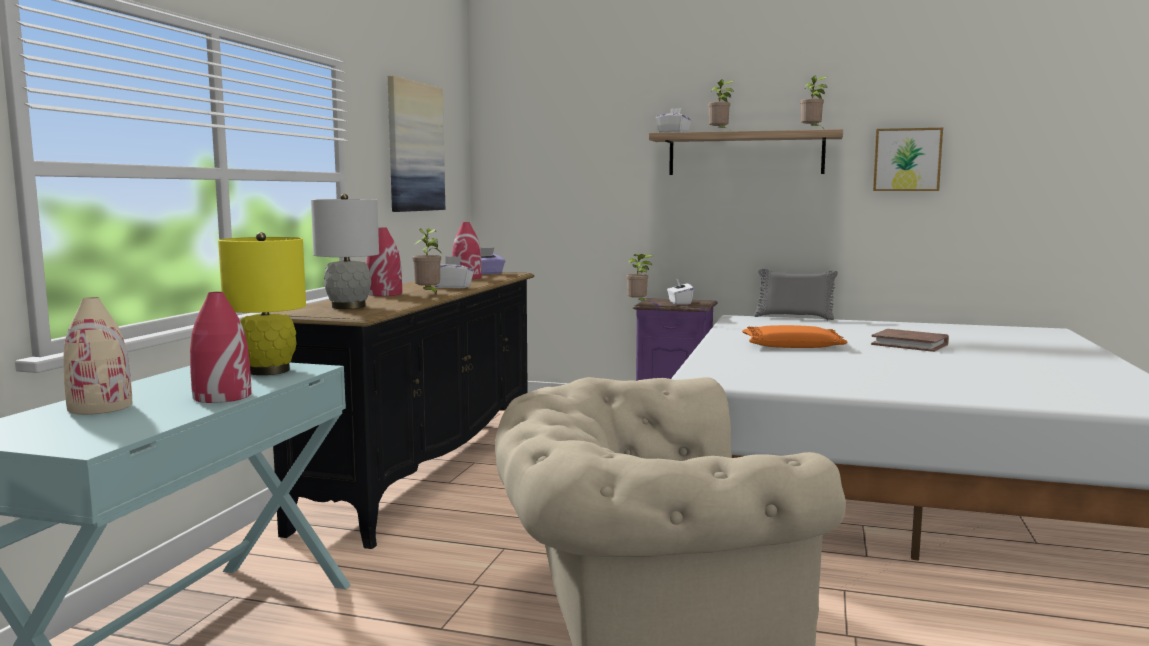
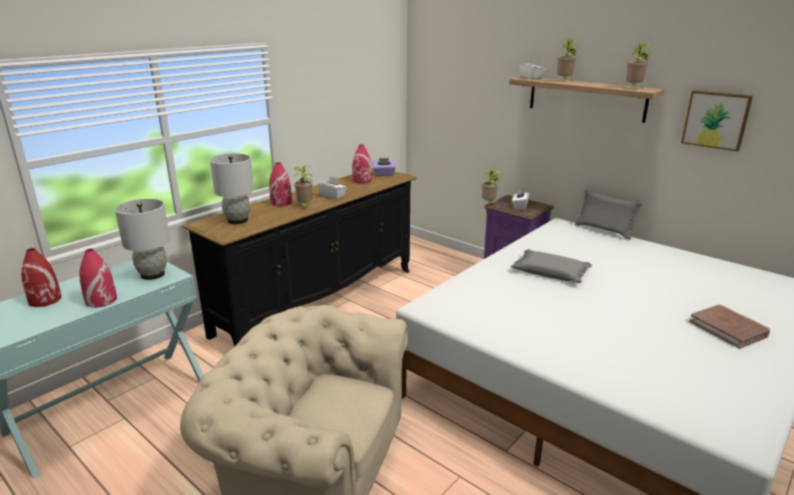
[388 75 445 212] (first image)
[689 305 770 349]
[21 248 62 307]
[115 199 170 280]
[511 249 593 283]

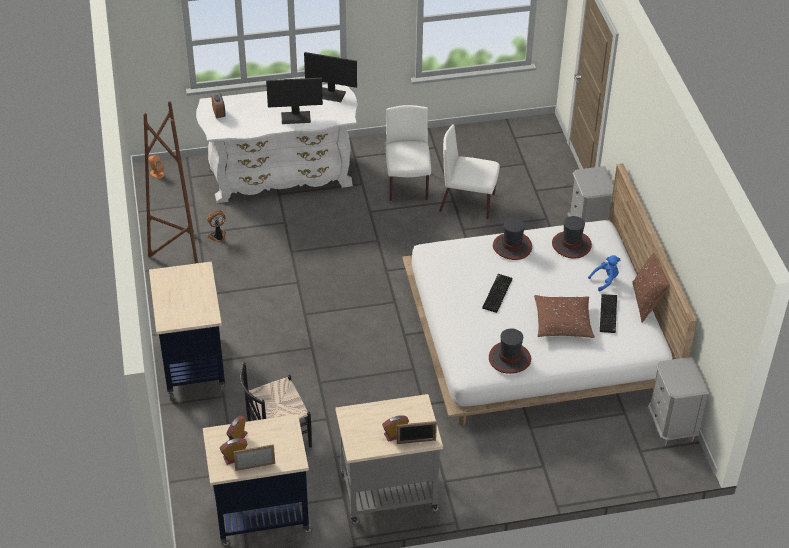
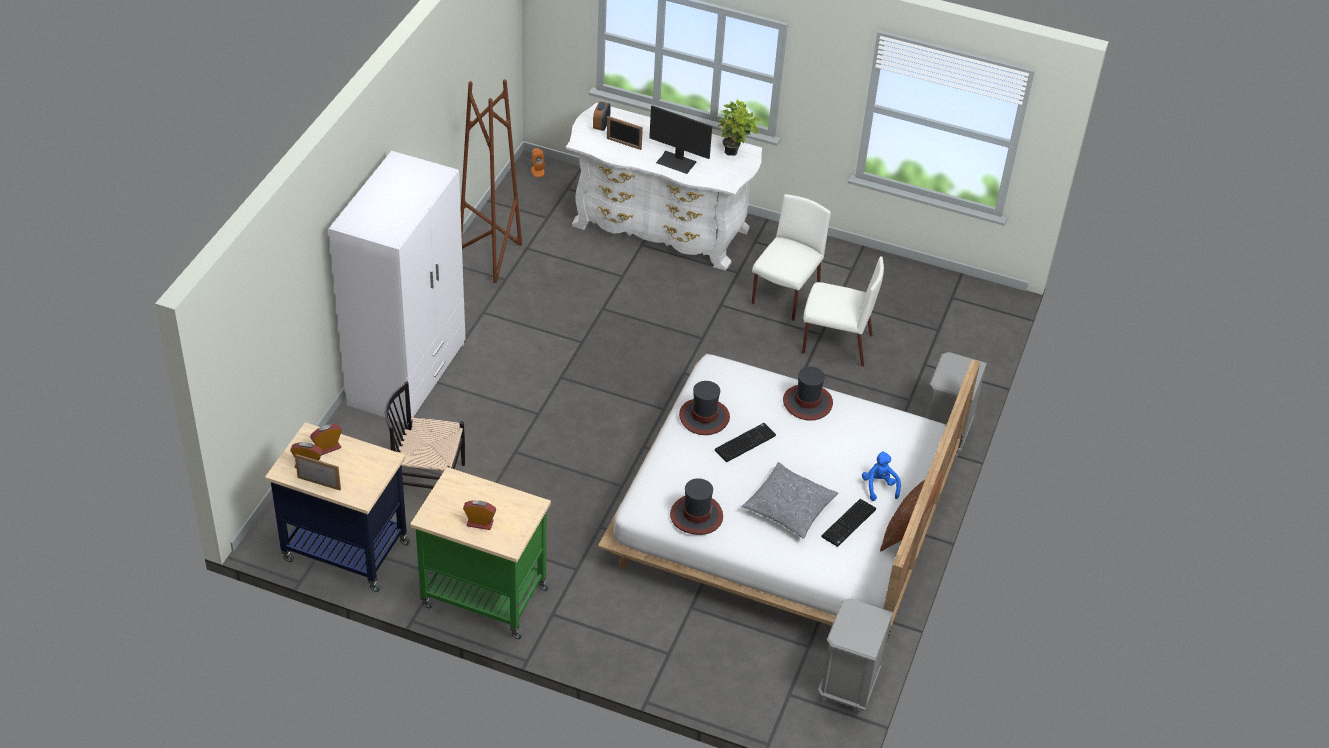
[207 210 226 242] (first image)
[607 116 643 150]
[679 381 730 435]
[329 151 465 424]
[718 100 762 156]
[410 467 551 639]
[742 462 838 539]
[802 256 884 367]
[862 451 901 501]

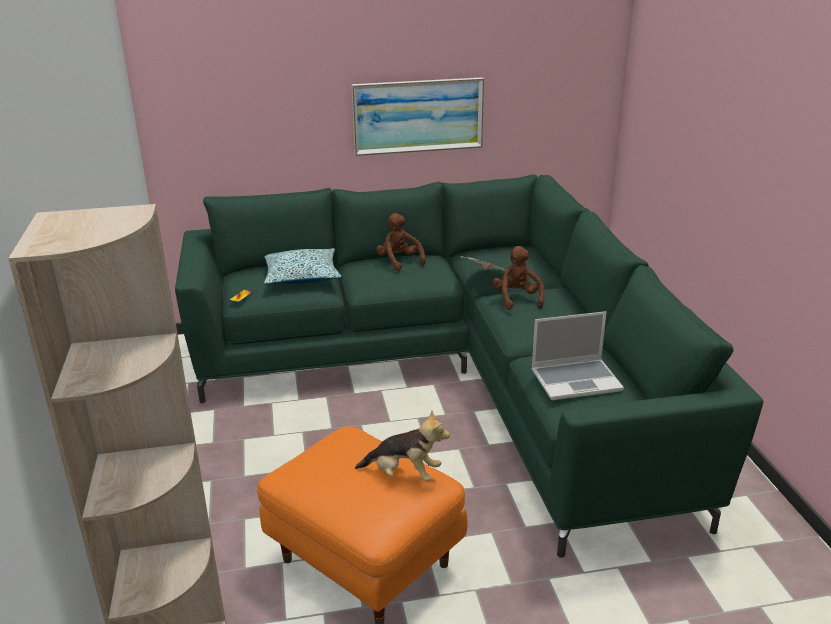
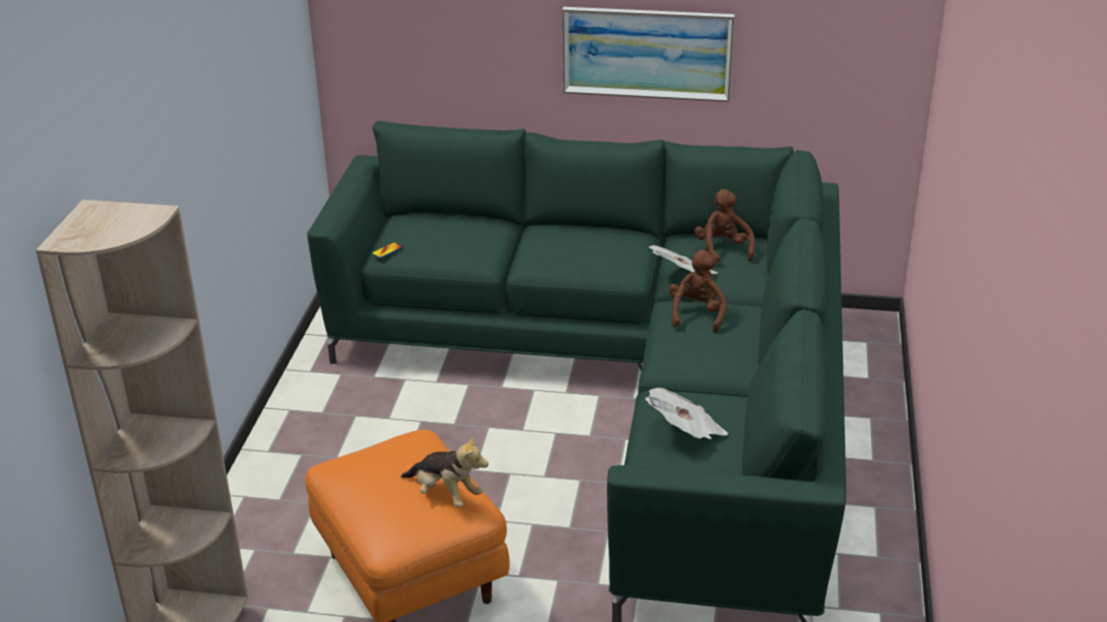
[264 248 342 284] (first image)
[694 189 755 264]
[645 388 728 439]

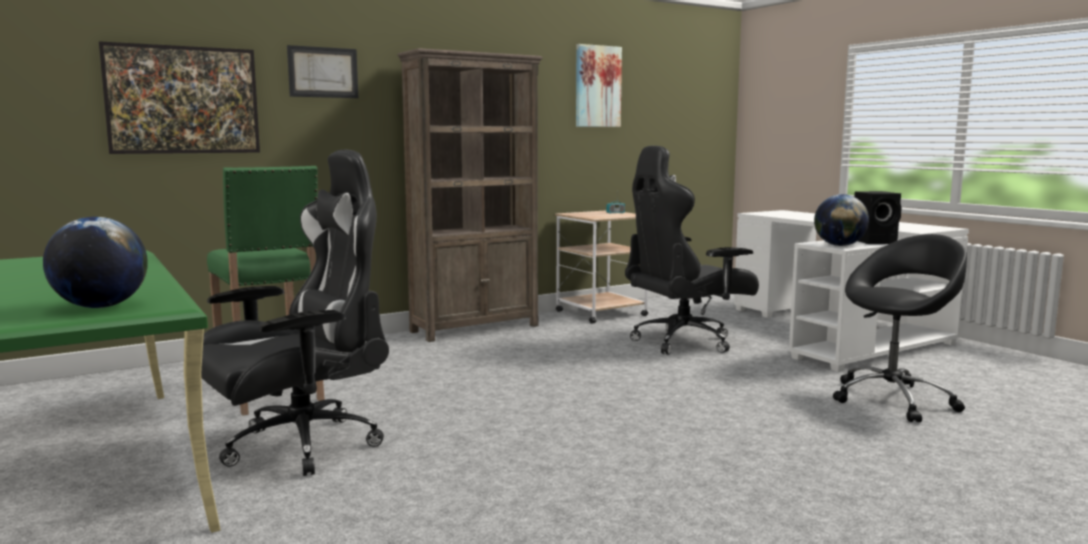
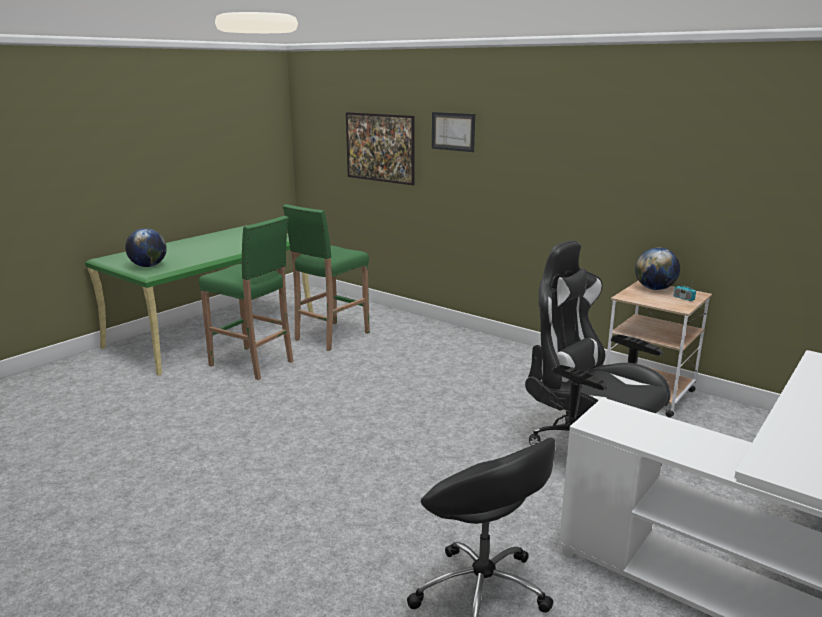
[397 48 543 342] (first image)
[576 44 622 127] (first image)
[854 191 902 244] (first image)
[635 248 680 290]
[199 216 294 380]

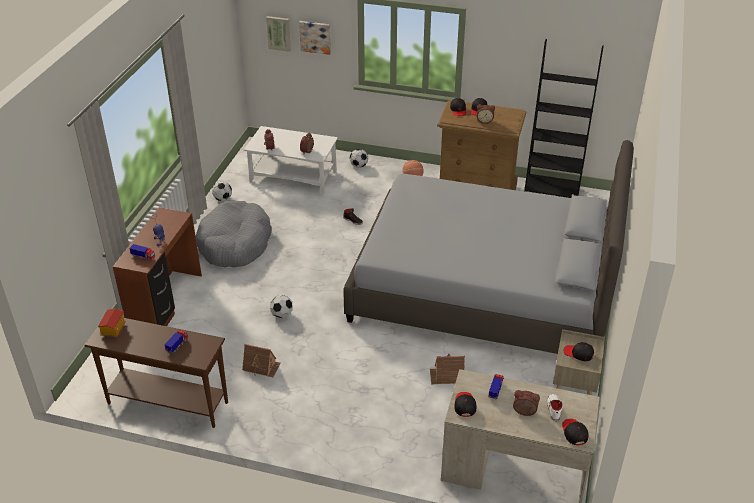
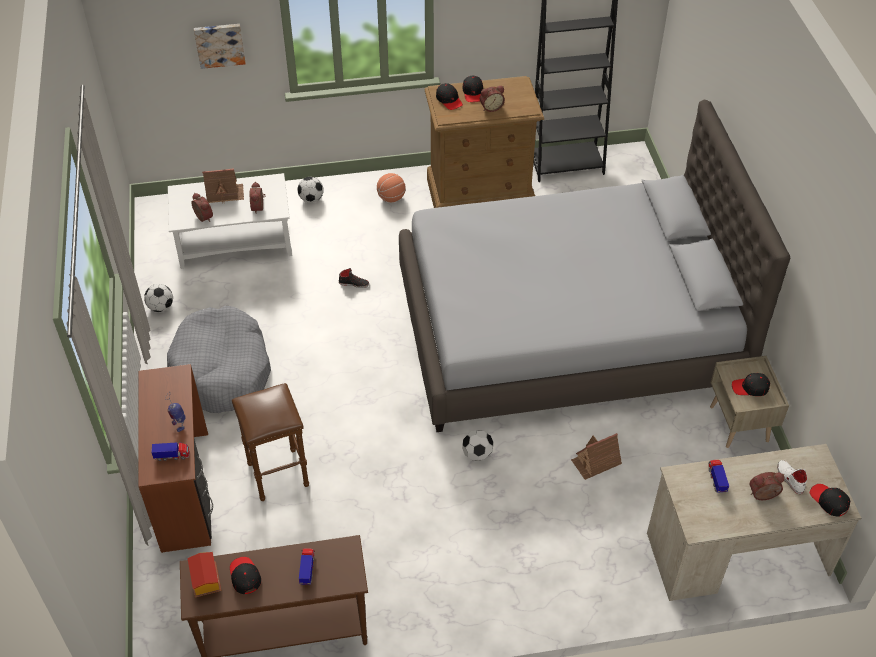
[266 16 291 52] (first image)
[232 383 309 501]
[202 168 244 203]
[462 430 494 461]
[230 557 261 594]

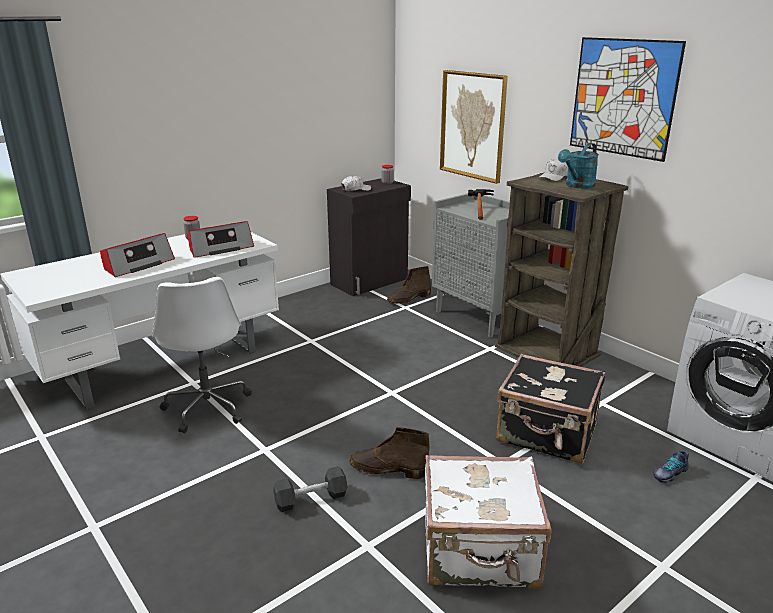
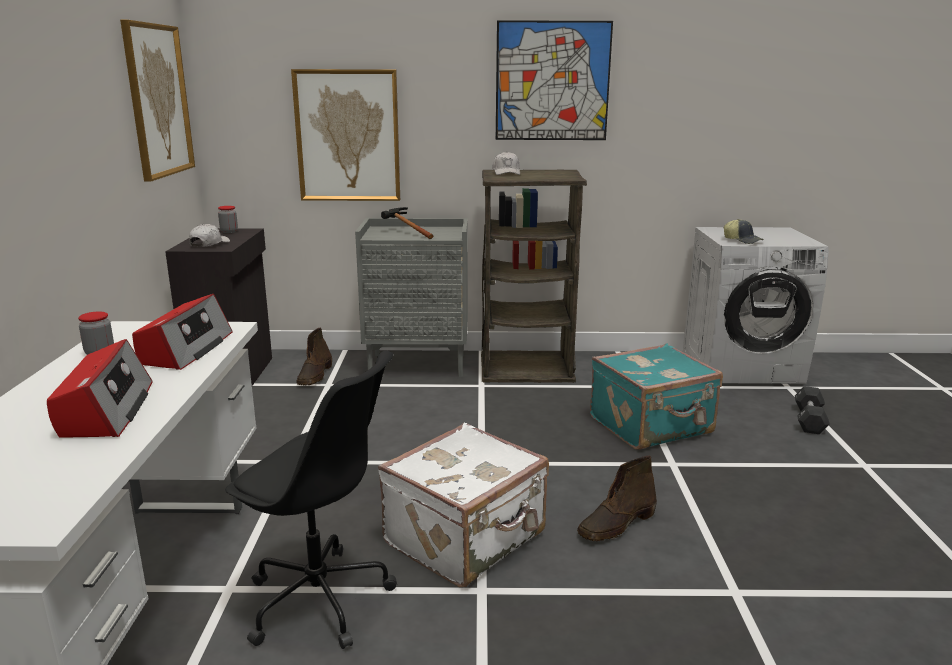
[558 143 599 189] (first image)
[653 450 689 483] (first image)
[120 20 195 181]
[724 219 764 244]
[795 386 830 434]
[378 423 549 587]
[225 351 397 649]
[590 343 723 450]

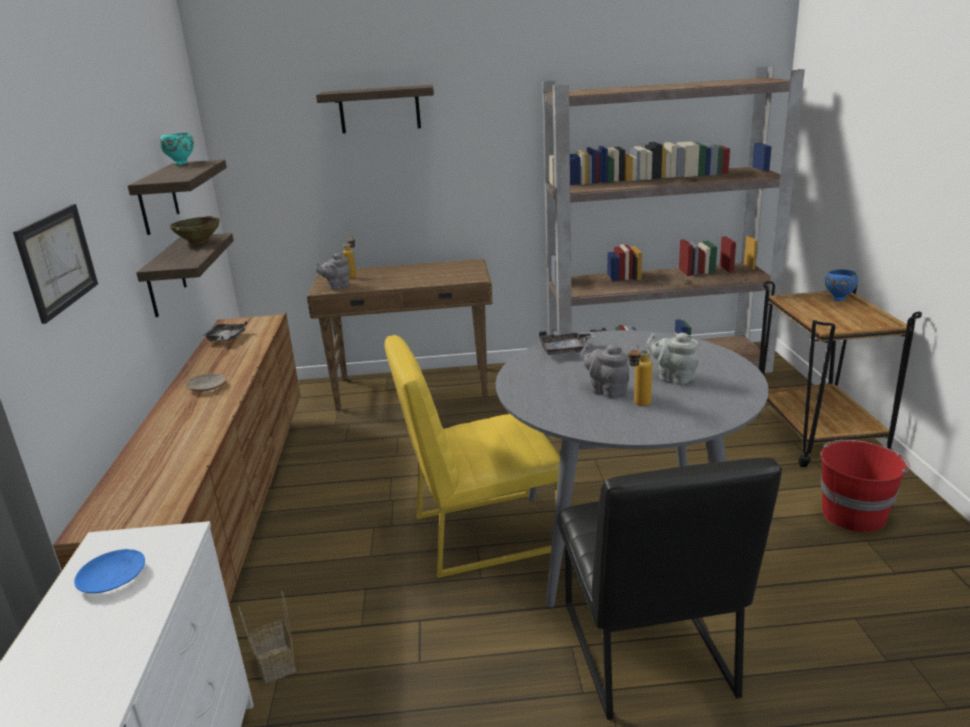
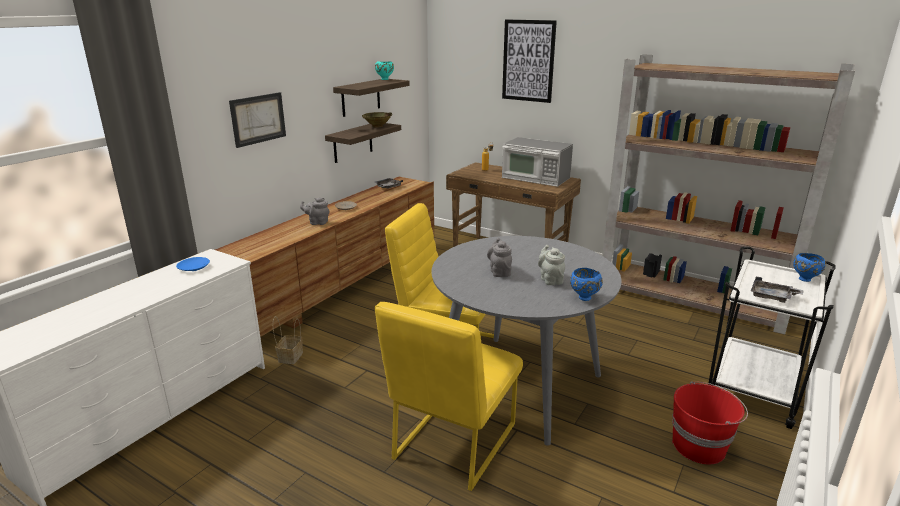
[628 345 652 406] (first image)
[502 137 573 187]
[570 268 603 301]
[300 197 330 225]
[751 277 804 303]
[502 19 557 103]
[375 302 523 491]
[708 247 836 429]

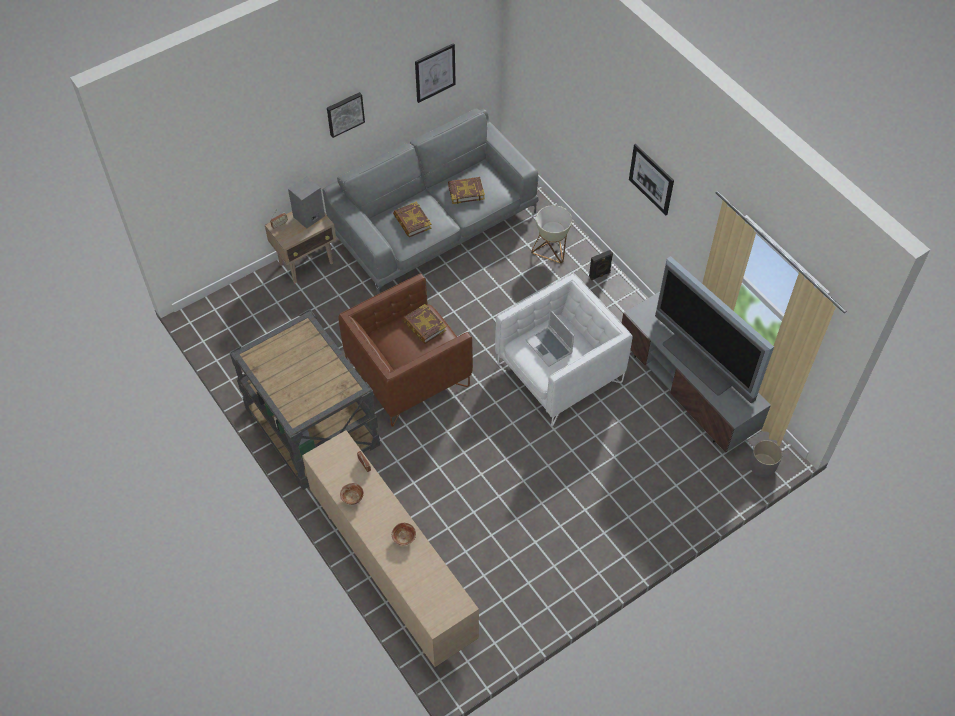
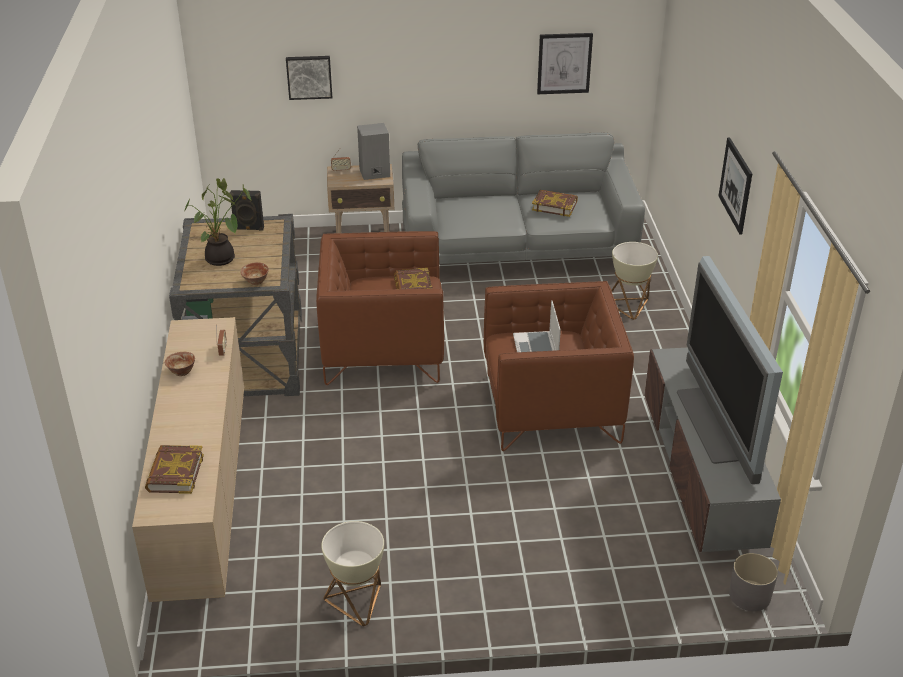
[184 178 251 266]
[321 521 384 626]
[286 56 332 100]
[241 262 269 285]
[145 445 204 494]
[229 190 264 231]
[484 281 634 452]

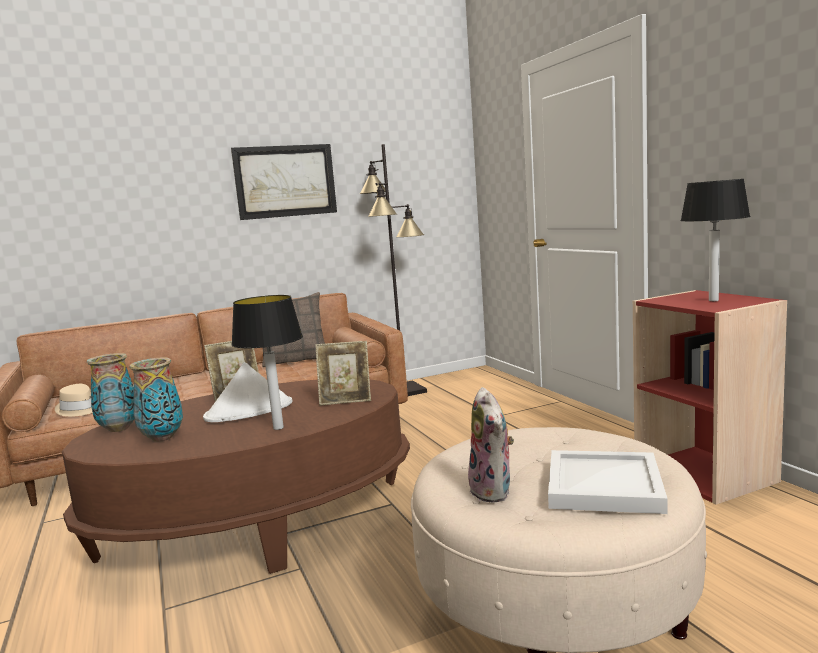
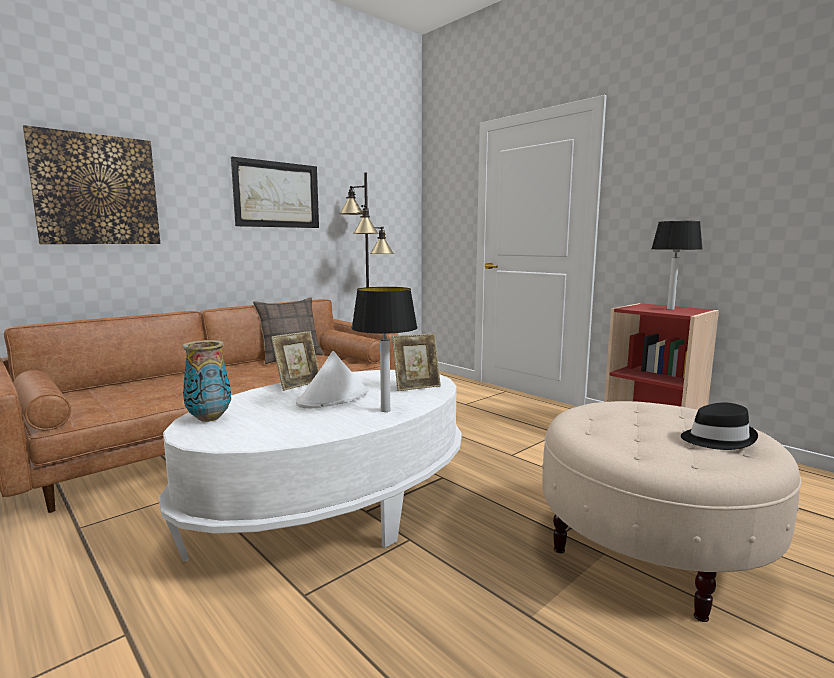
[55 384 93 417] (first image)
[129 358 183 442] (first image)
[468 387 514 503] (first image)
[23 125 160 244]
[681 402 758 450]
[159 370 462 562]

